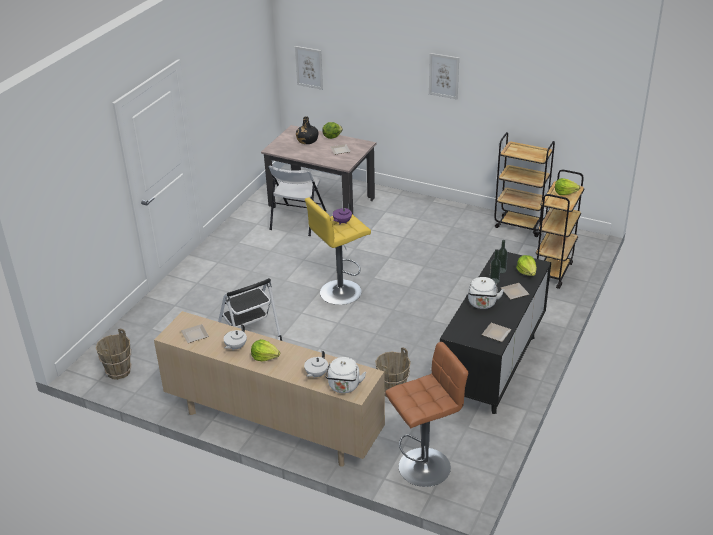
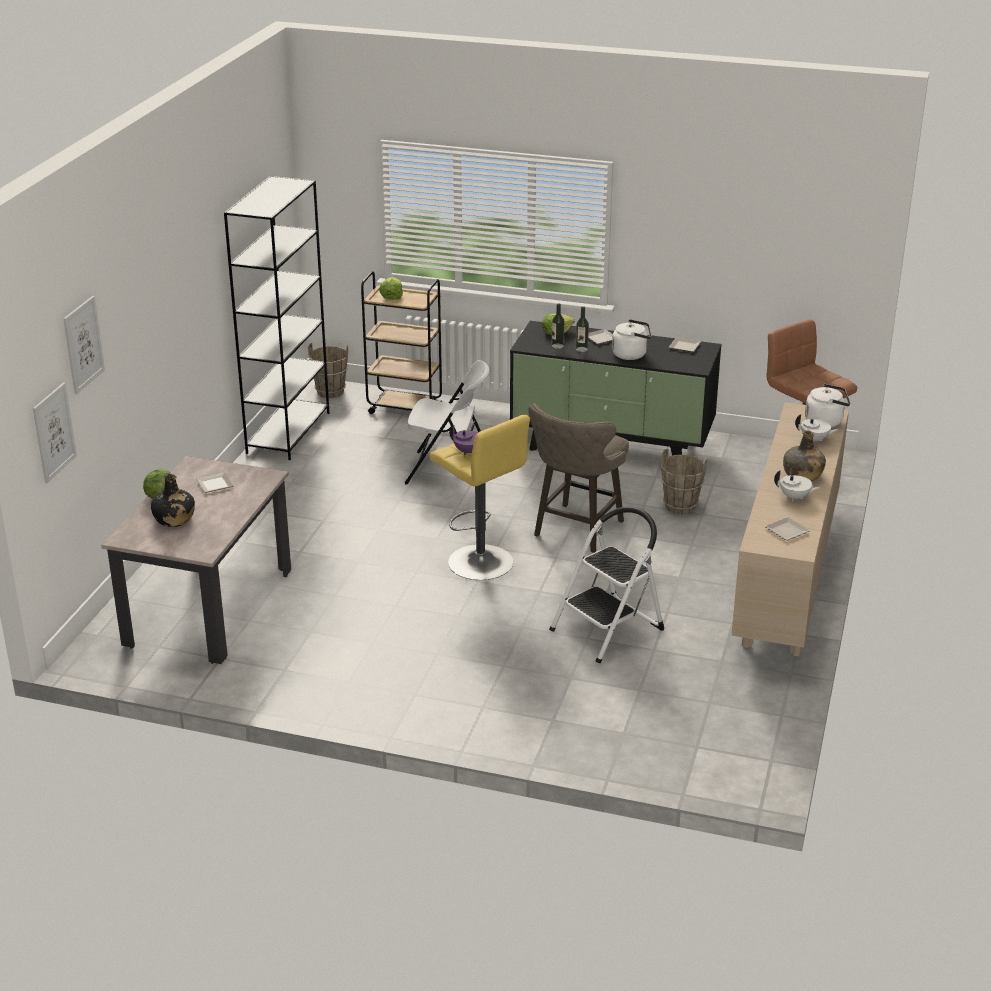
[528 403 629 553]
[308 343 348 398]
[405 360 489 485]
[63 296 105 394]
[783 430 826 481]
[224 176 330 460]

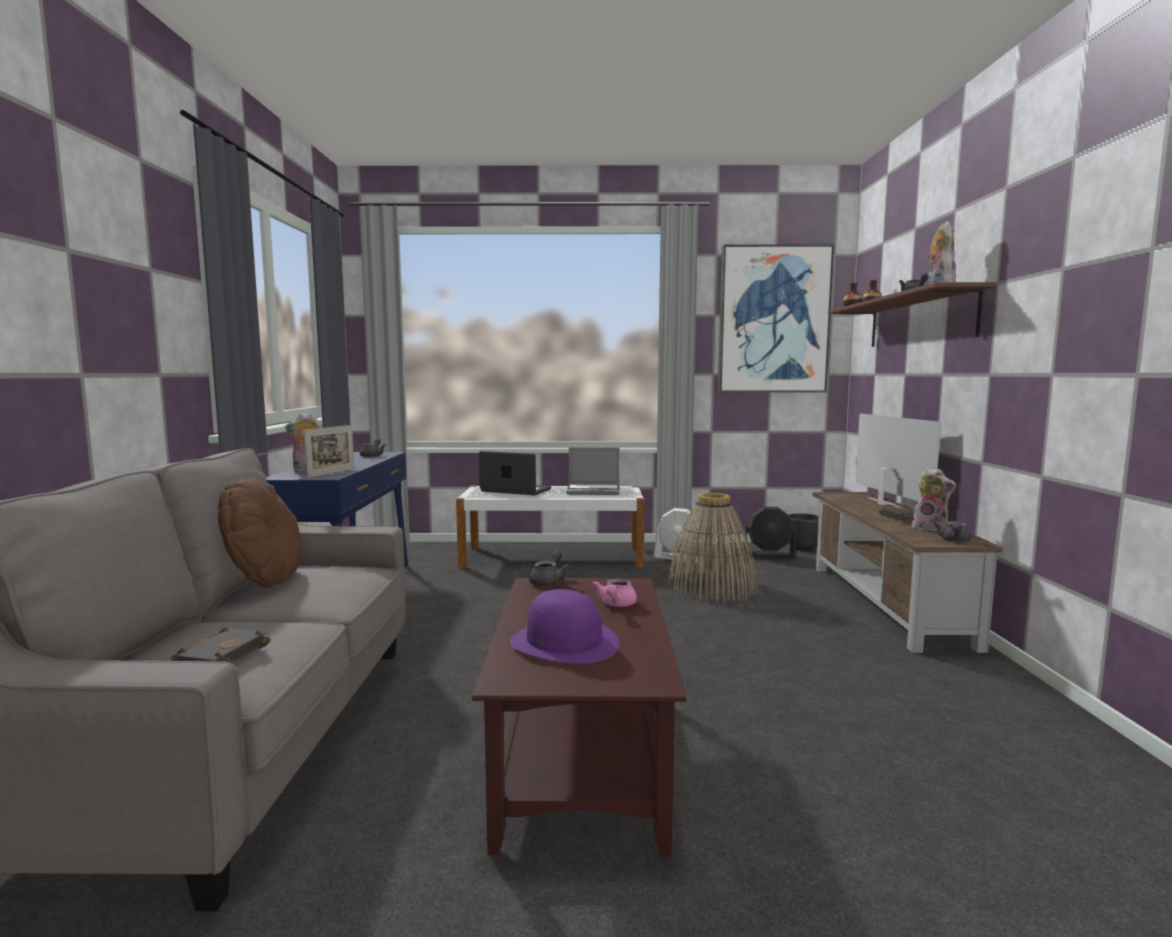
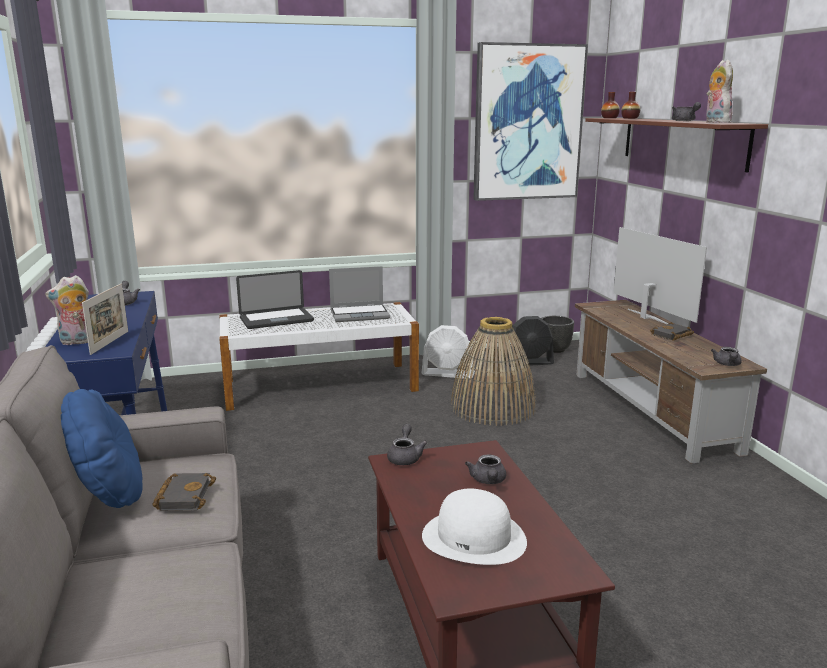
[912 468 956 533] (first image)
[152 473 216 511]
[61 389 143 508]
[422 489 527 565]
[465 455 506 484]
[236 270 314 329]

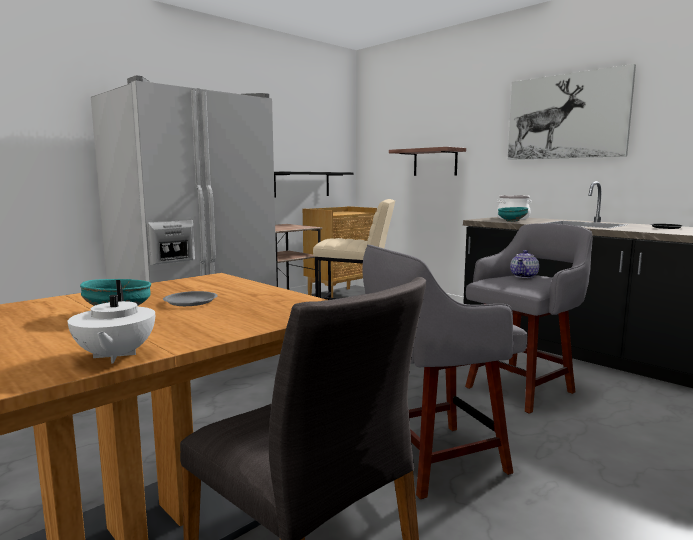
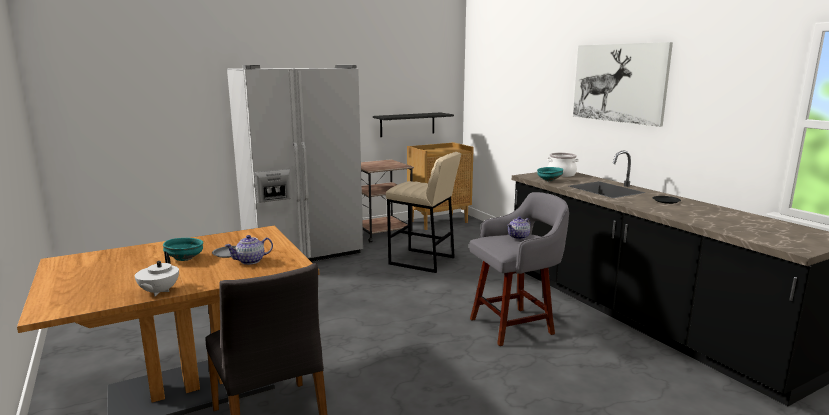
[363 245 527 499] (first image)
[389 147 466 176] (first image)
[225 235 273 265]

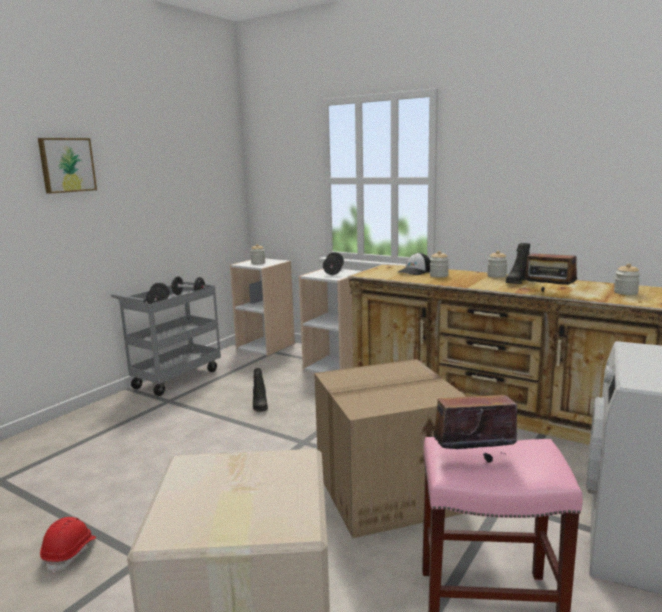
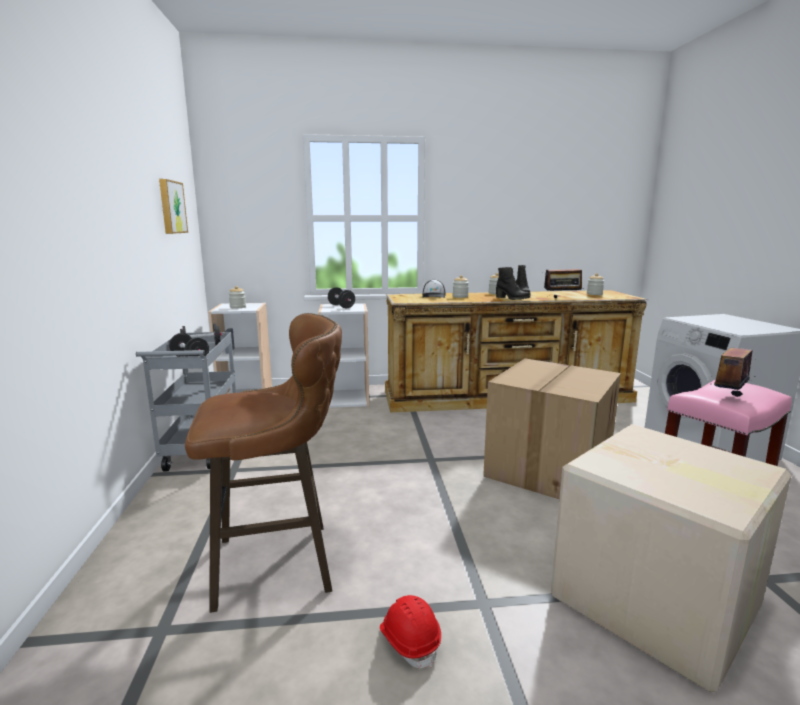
[185 313 342 613]
[159 179 188 234]
[496 267 530 300]

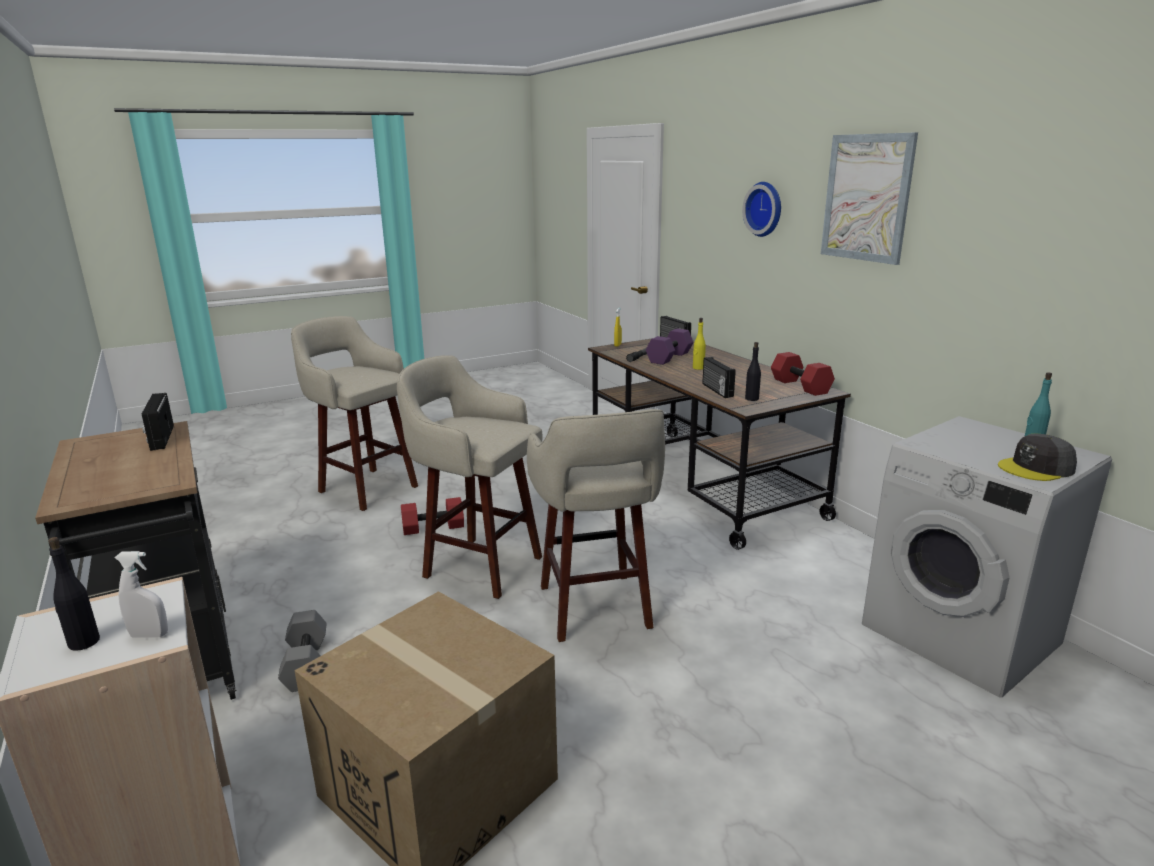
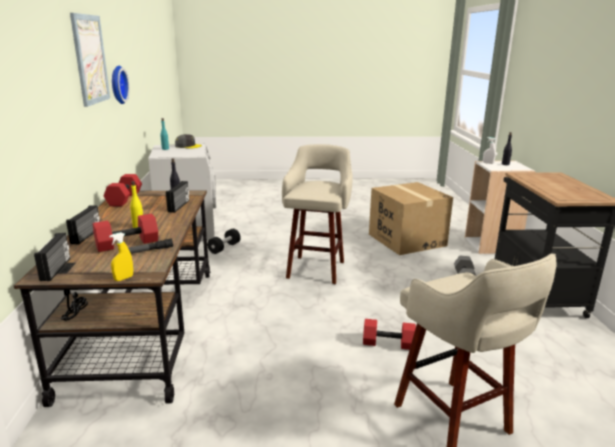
[397 355 542 599] (first image)
[207 229 241 254]
[66 205 100 245]
[112 66 129 104]
[93 214 158 252]

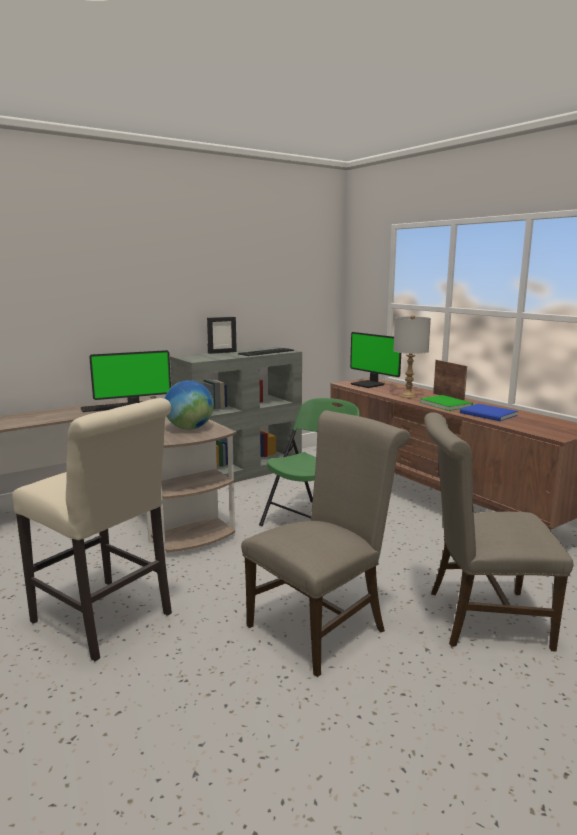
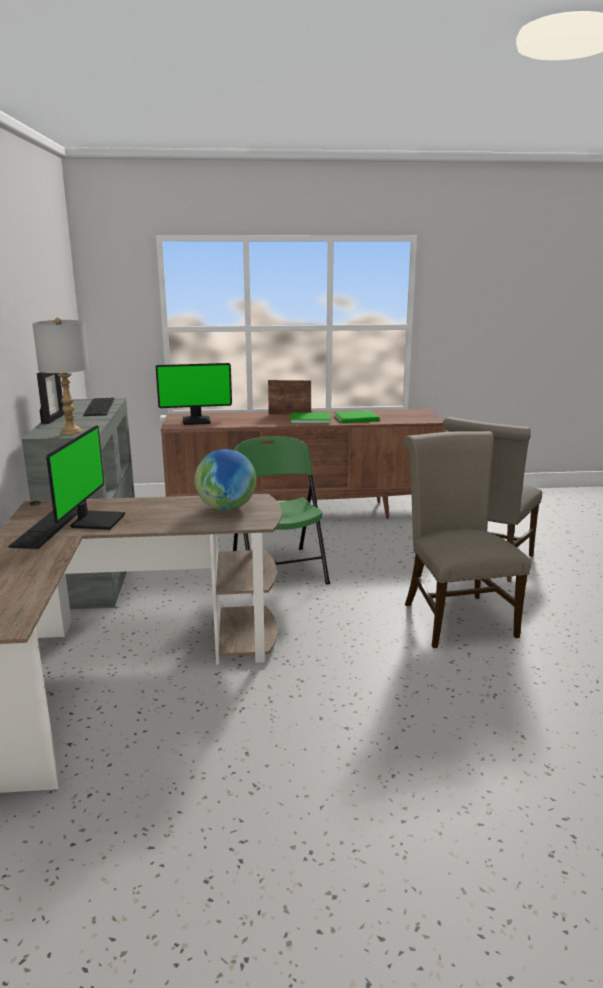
[12 398 172 661] (first image)
[32 318 89 435]
[334 410 379 423]

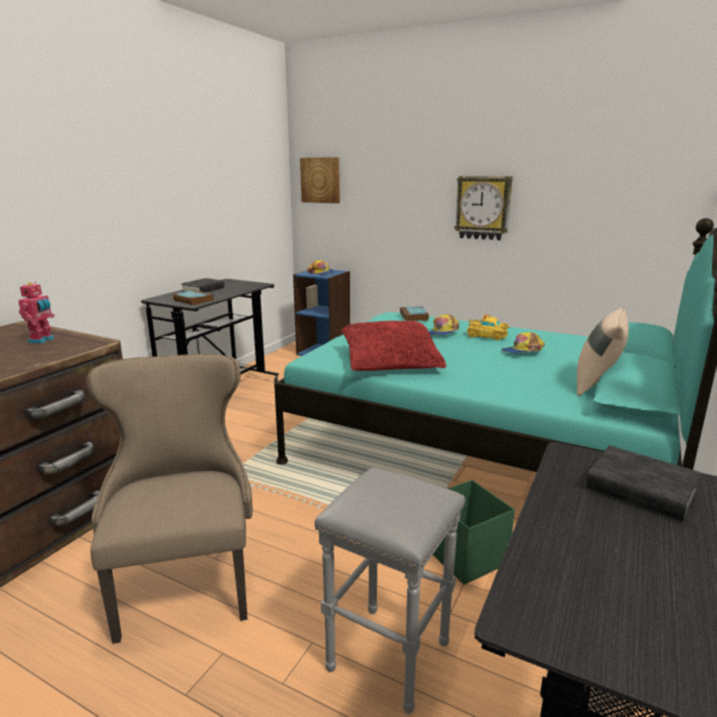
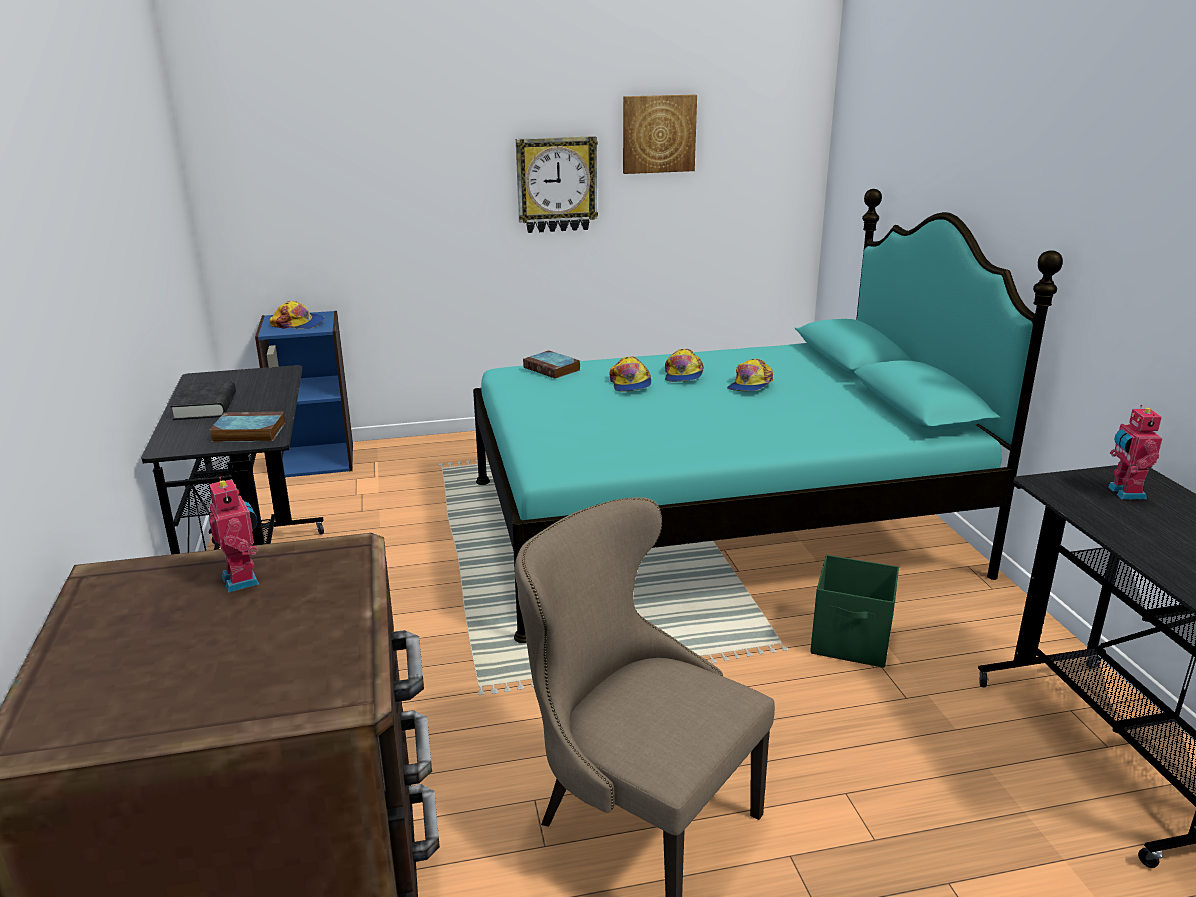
[314 467 465 714] (first image)
[342 321 446 371] (first image)
[577 308 629 396] (first image)
[623 95 697 174]
[665 349 704 382]
[1108 405 1162 500]

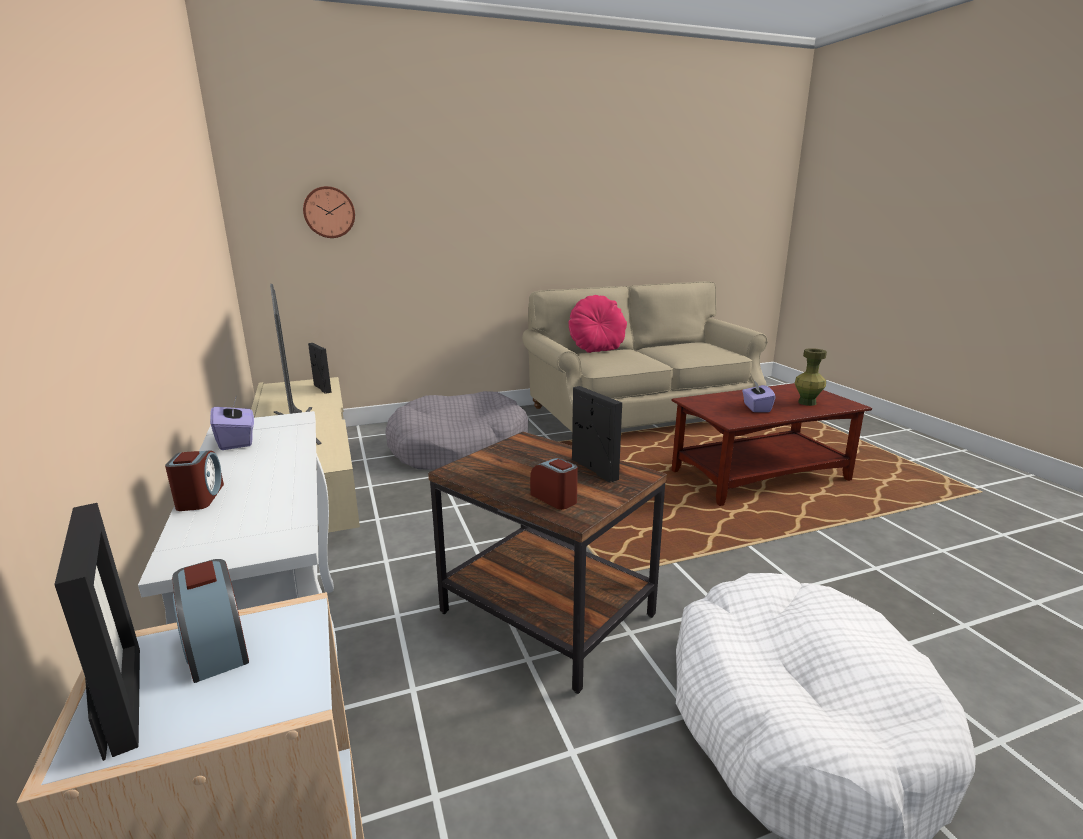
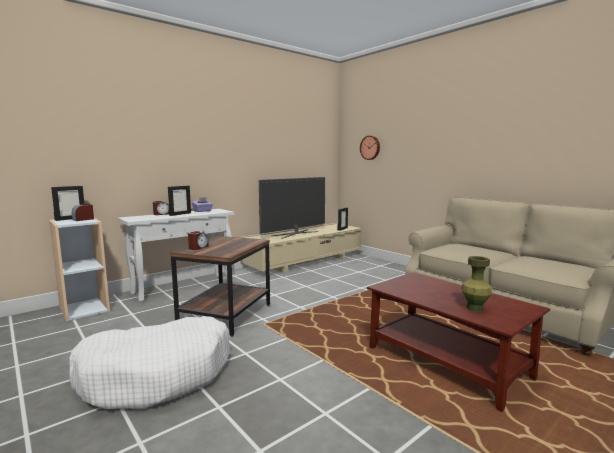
[385 391 528 470] (first image)
[568 295 627 353] (first image)
[742 380 776 412] (first image)
[168 186 191 216]

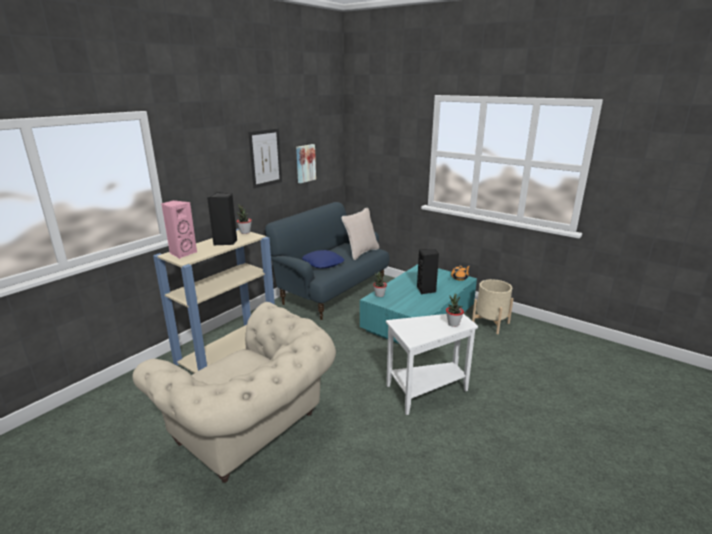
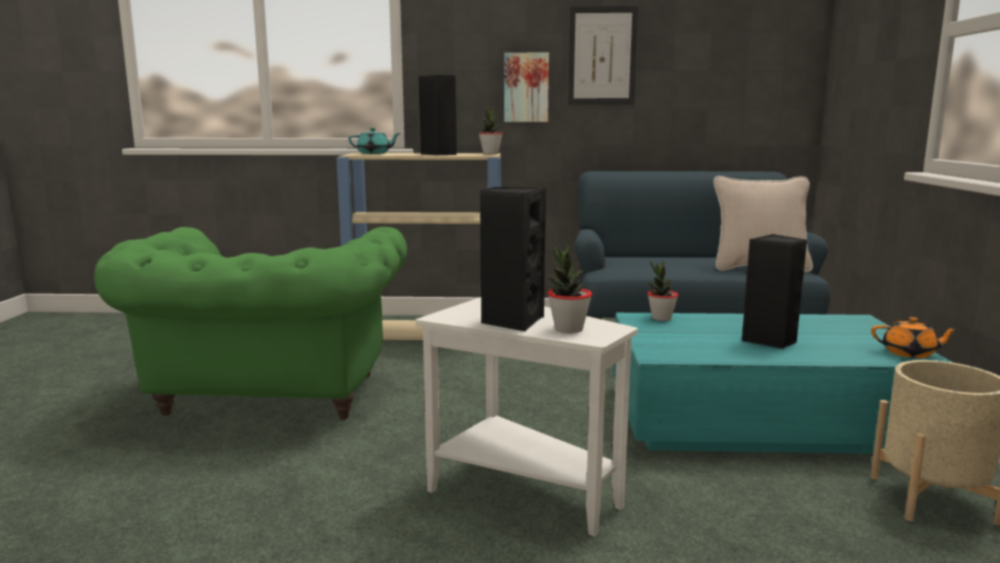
[302 250 344 269] (first image)
[480 187 546 332]
[504 53 549 122]
[348 128 401 154]
[94 227 407 420]

